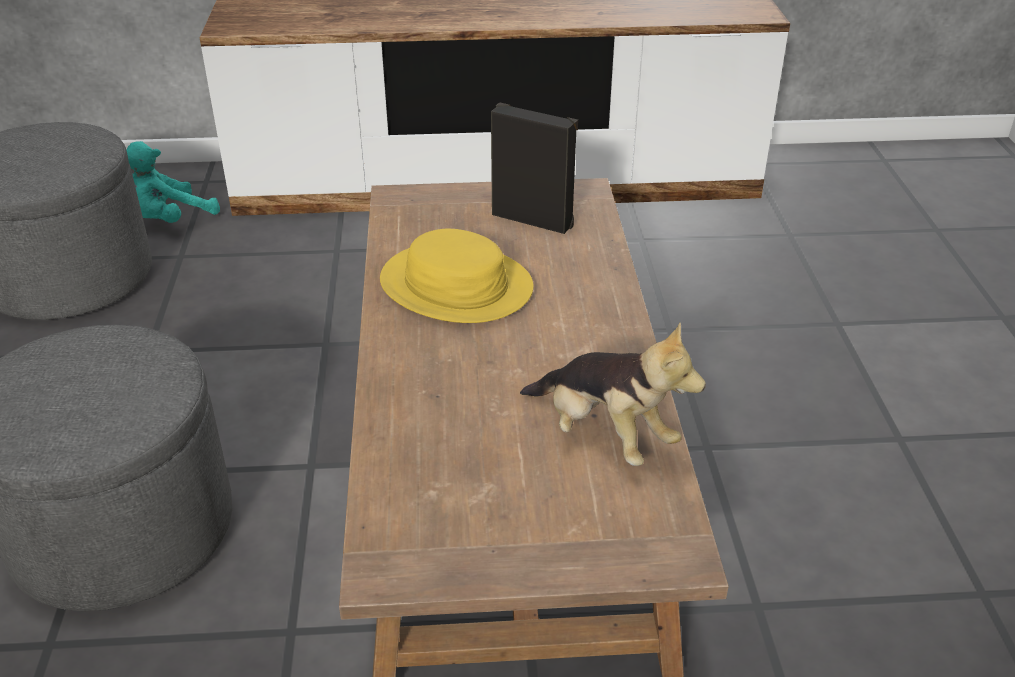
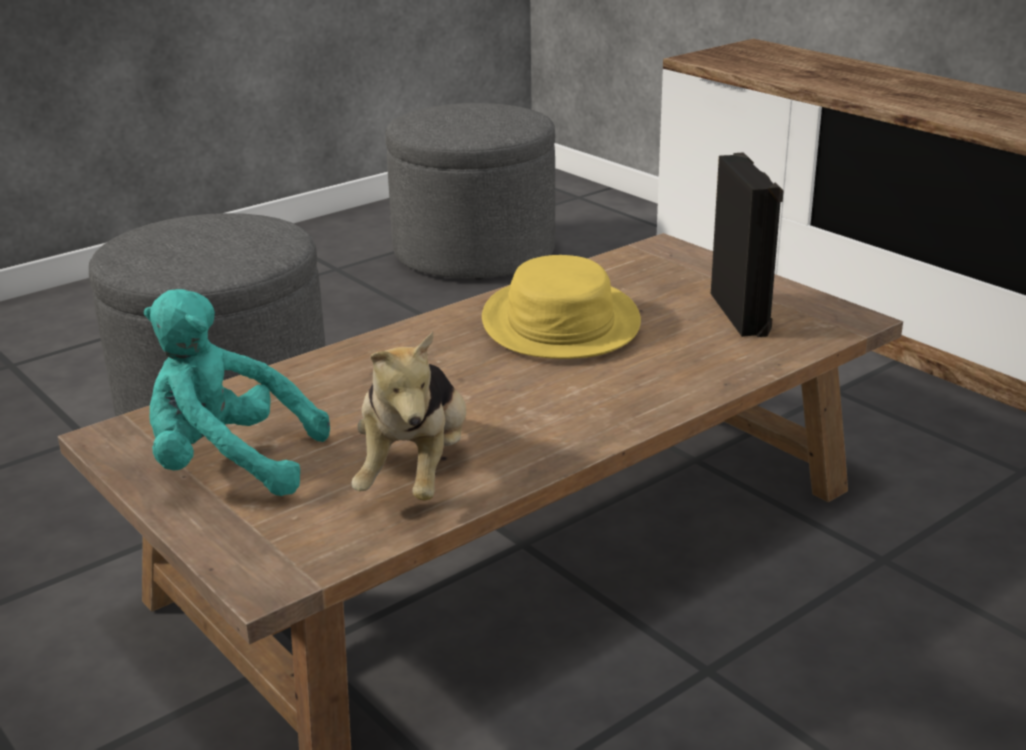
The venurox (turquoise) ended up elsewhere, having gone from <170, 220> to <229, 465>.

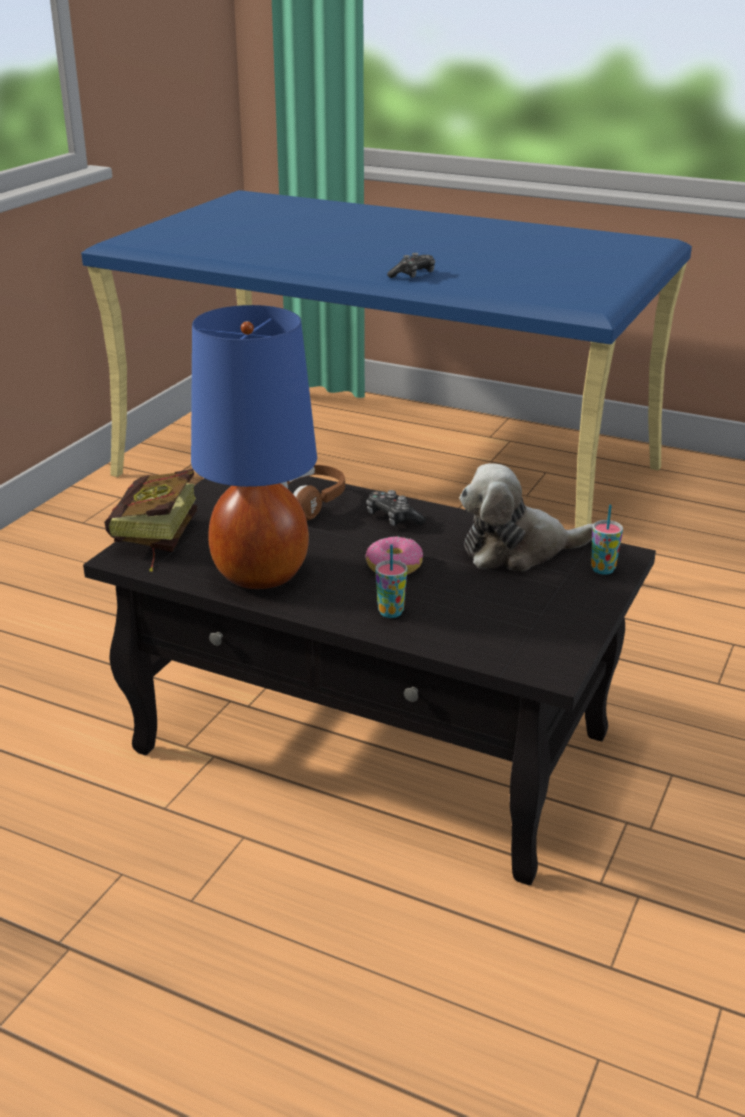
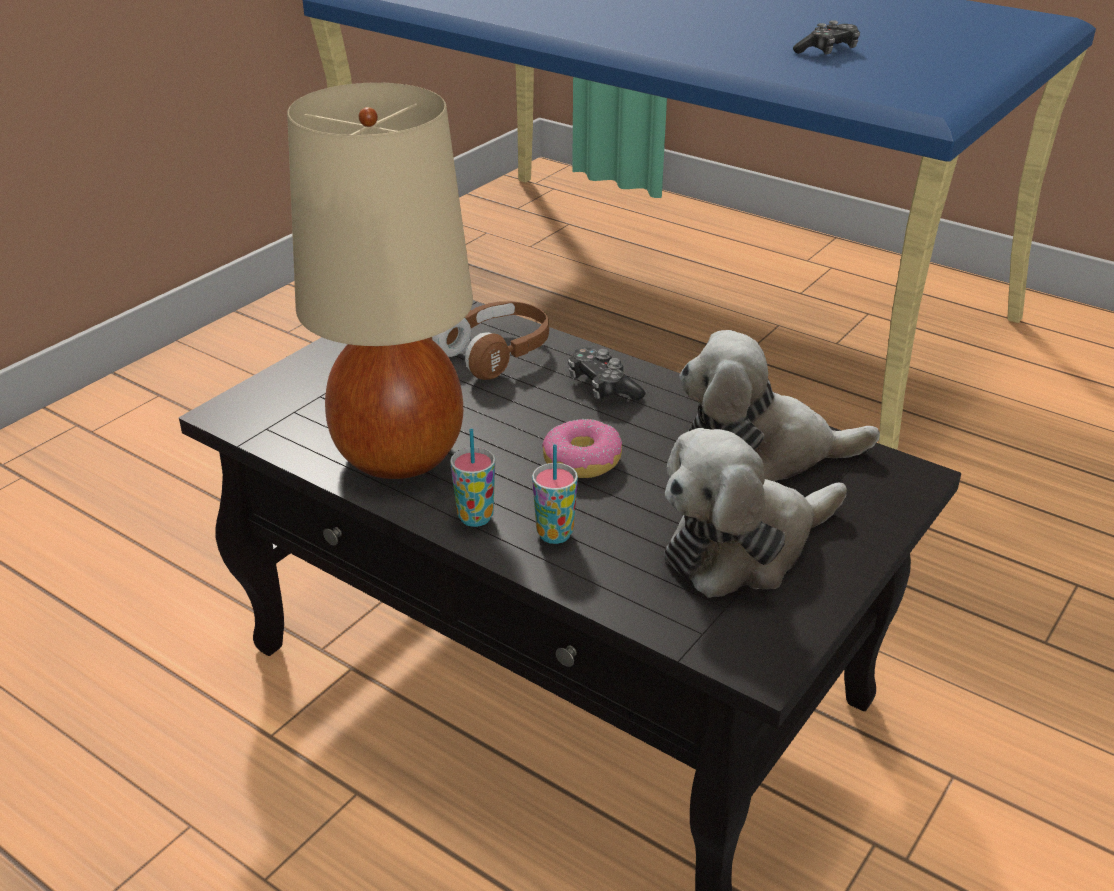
The second view lost the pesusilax at <152, 542>.
What was the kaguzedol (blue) at <259, 574> turned into the kaguzedol (beige) at <398, 454>.
The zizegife ended up elsewhere, having gone from <413, 275> to <828, 51>.
The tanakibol ended up elsewhere, having gone from <603, 569> to <475, 518>.
The second view gained the venurox at <744, 548>.

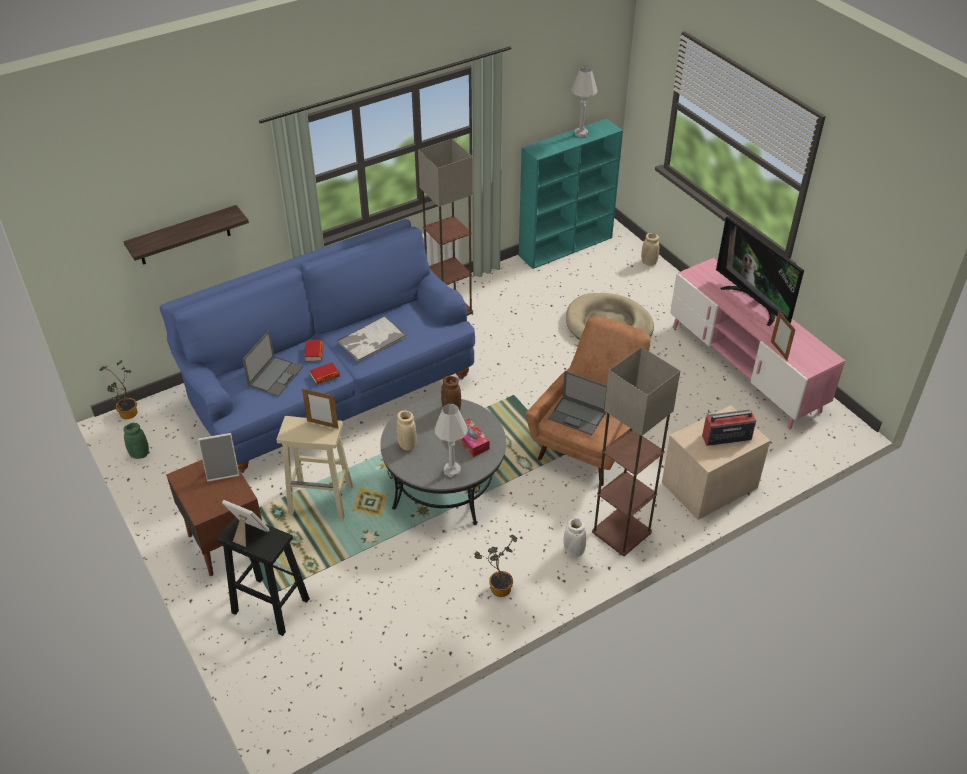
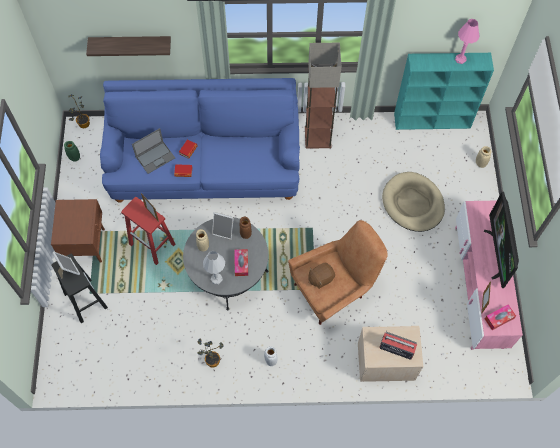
The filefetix ended up elsewhere, having gone from <223, 470> to <224, 230>.
What was the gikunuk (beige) at <322, 500> turned into the gikunuk (red) at <153, 244>.
The second view lost the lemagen at <371, 340>.
Where the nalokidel stood at <578, 416>, the venurox (brown) came to stand at <320, 278>.
What was the kaguzedol (white) at <581, 133> turned into the kaguzedol (pink) at <460, 59>.
The second view lost the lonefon at <621, 533>.
The second view gained the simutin at <499, 318>.

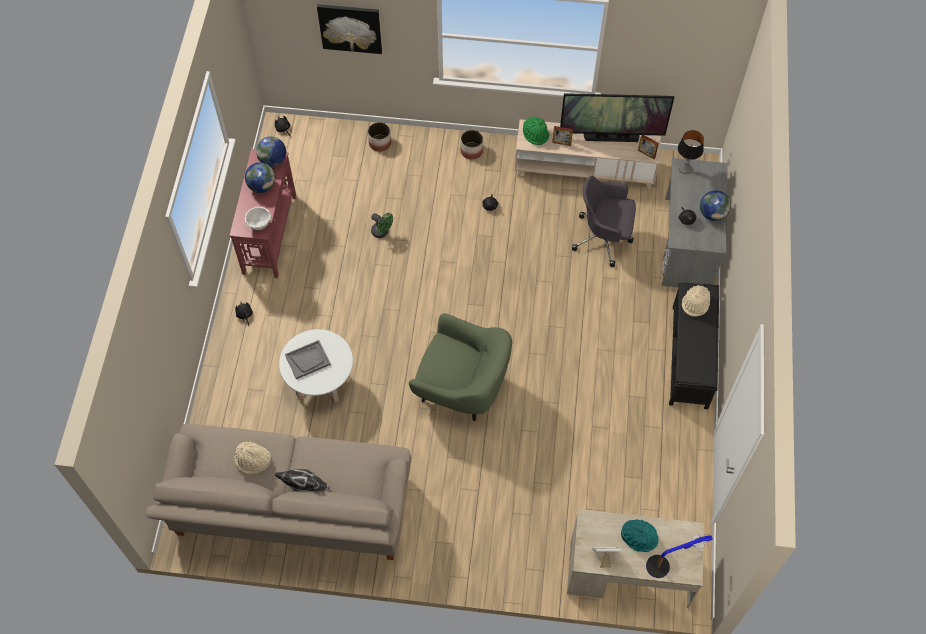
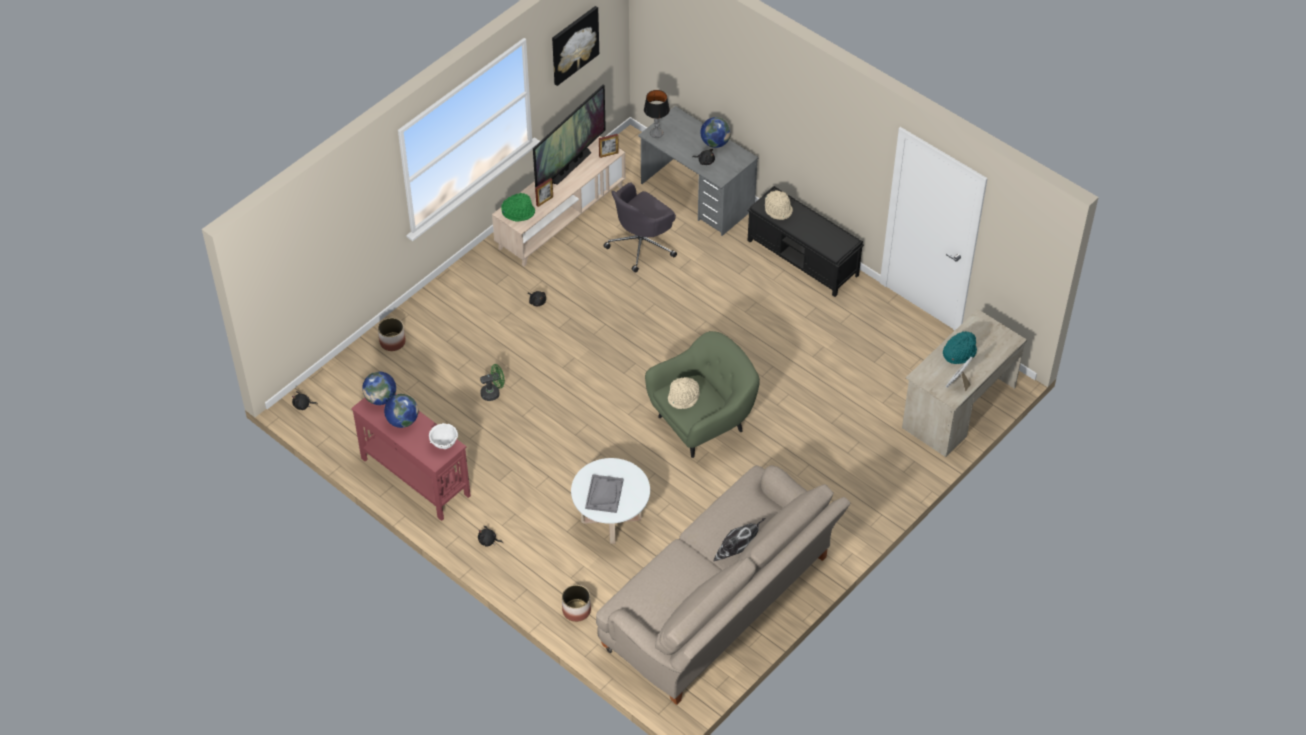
The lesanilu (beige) ended up elsewhere, having gone from <253, 461> to <683, 397>.
The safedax ended up elsewhere, having gone from <350, 27> to <574, 44>.
The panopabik ended up elsewhere, having gone from <471, 151> to <576, 610>.
The second view lost the kaguzedol at <669, 562>.

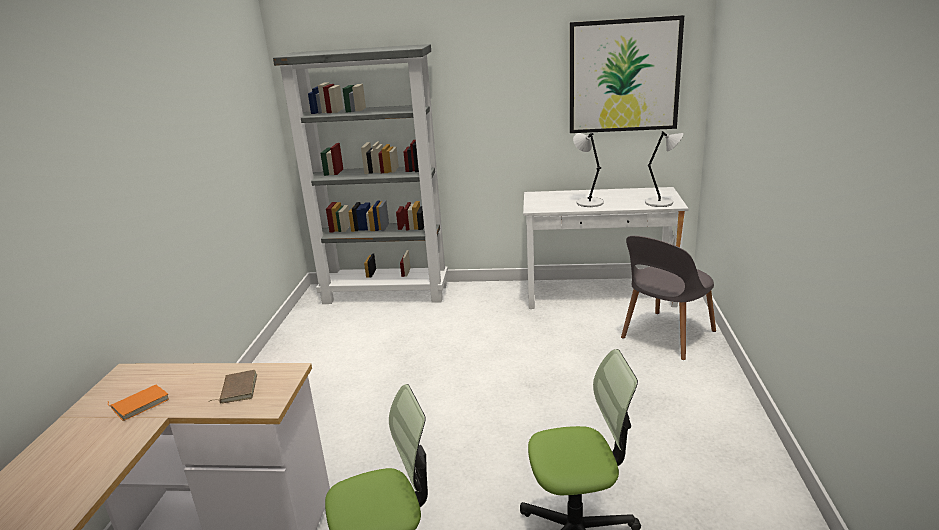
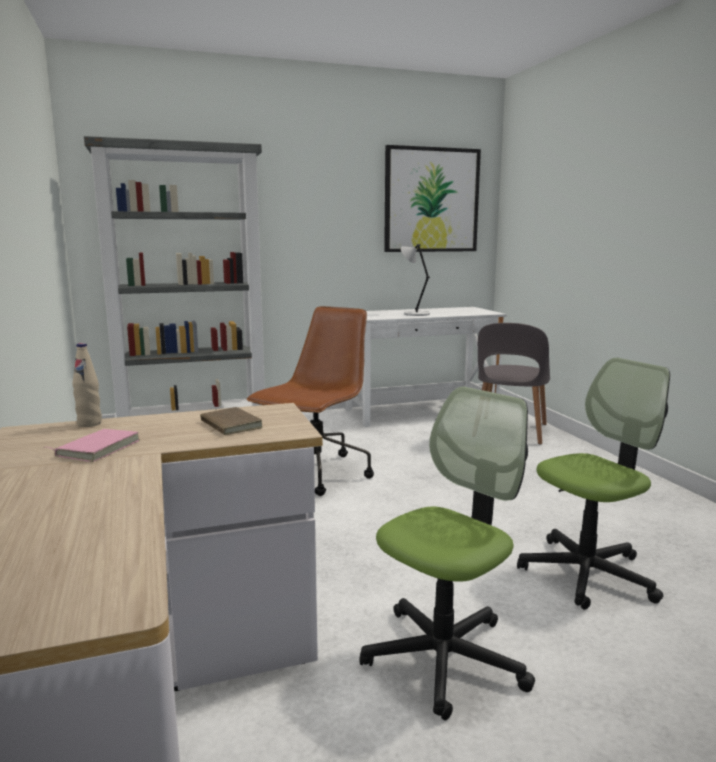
What was the pesusilax (orange) at <140, 404> turned into the pesusilax (pink) at <97, 448>.
The second view lost the kaguzedol (grey) at <660, 202>.
The second view gained the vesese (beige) at <89, 424>.
The second view gained the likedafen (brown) at <315, 474>.

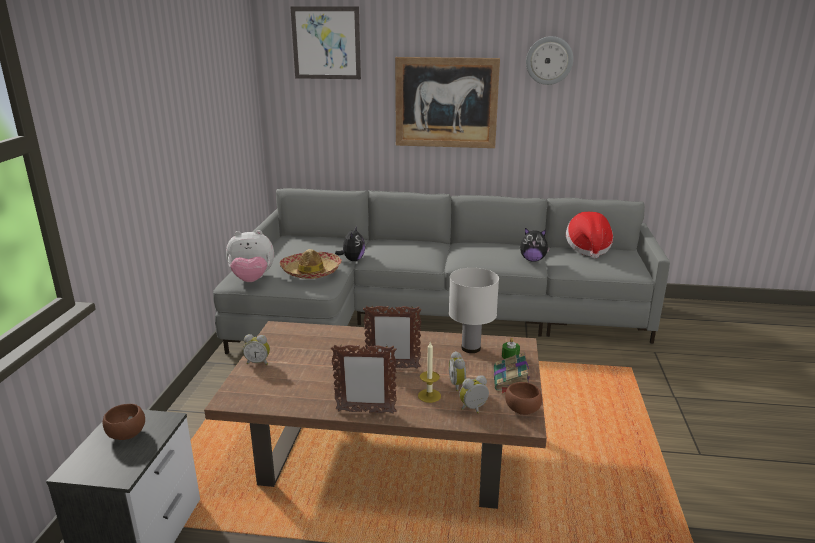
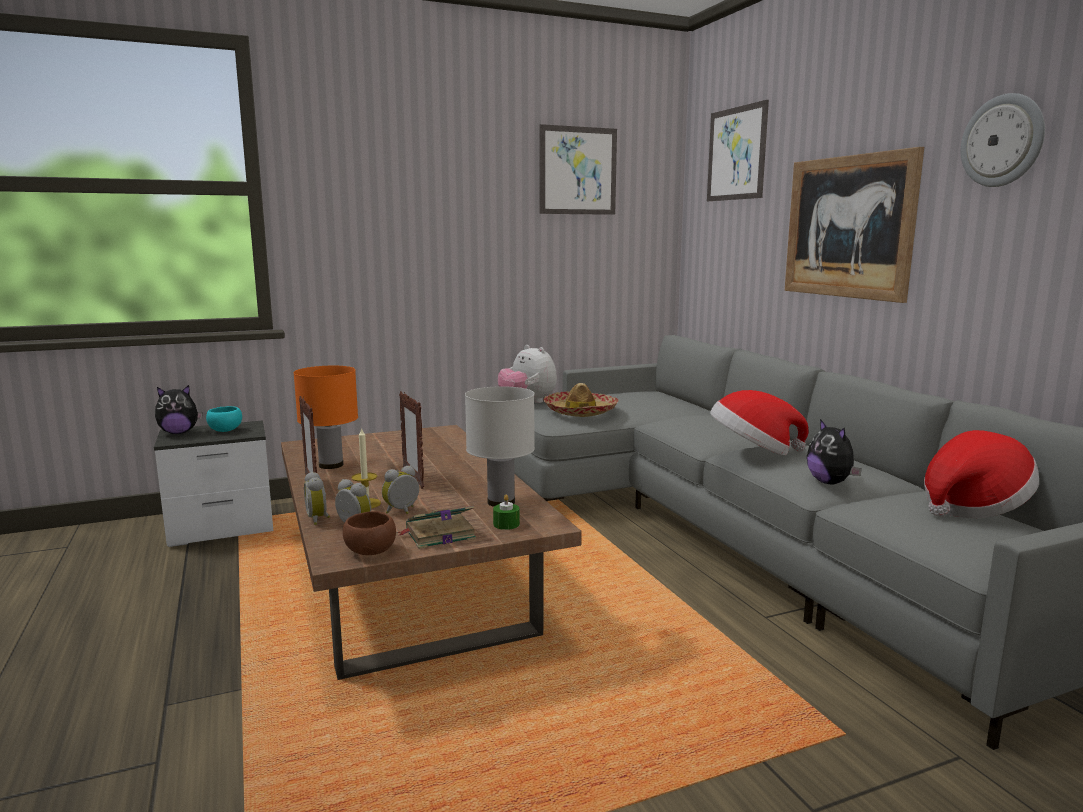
What was the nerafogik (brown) at <125, 434> turned into the nerafogik (turquoise) at <225, 430>.
The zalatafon ended up elsewhere, having gone from <258, 362> to <319, 519>.
The venurox ended up elsewhere, having gone from <352, 260> to <179, 433>.
The second view gained the kaguzedol (orange) at <331, 465>.
The second view gained the safedax at <578, 171>.
The second view gained the lesanilu at <753, 452>.

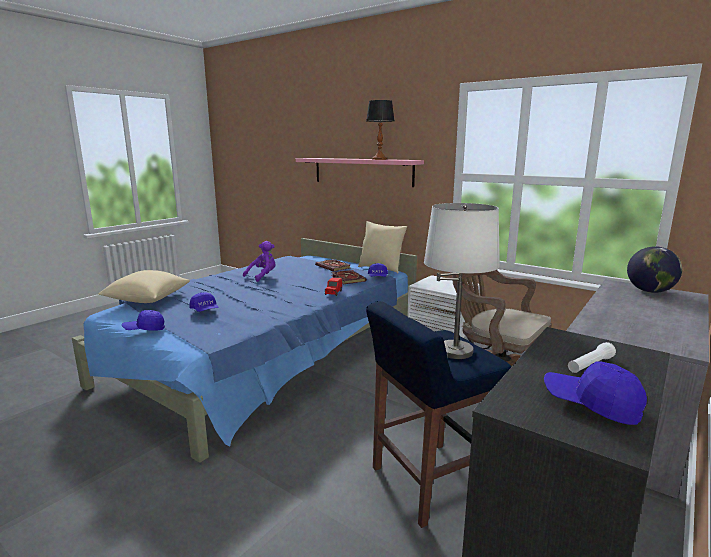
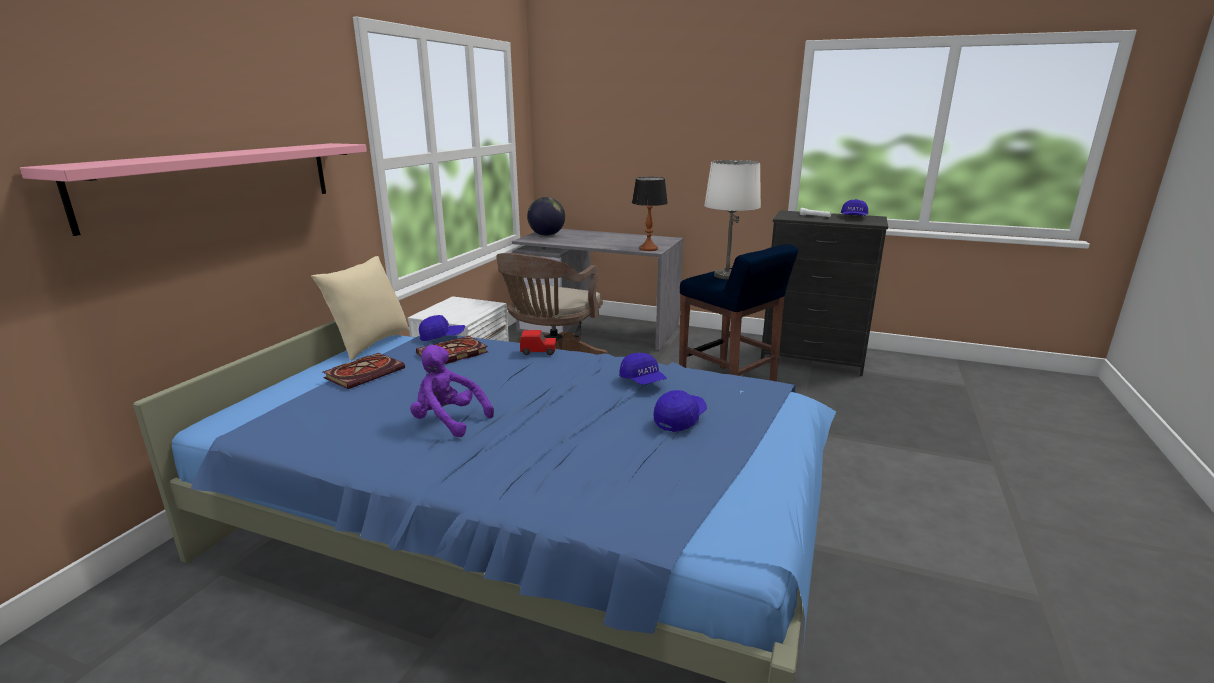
The second view lost the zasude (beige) at <147, 299>.
The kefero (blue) ended up elsewhere, having gone from <144, 329> to <643, 381>.
The kaguzedol ended up elsewhere, having gone from <379, 159> to <648, 249>.

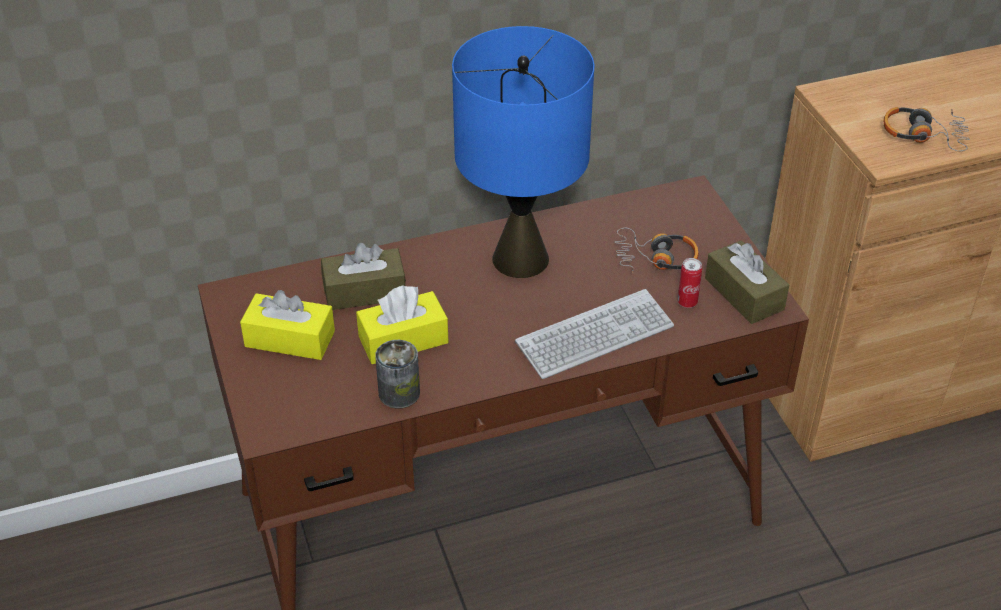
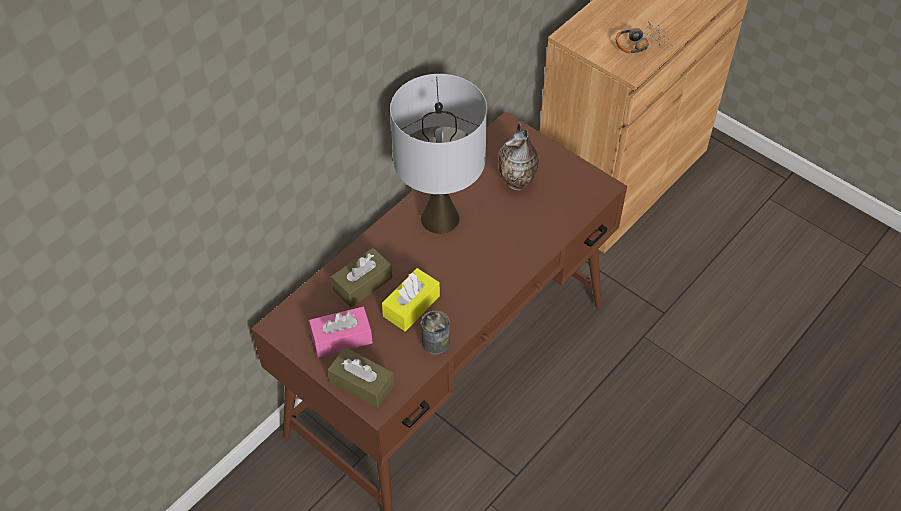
What was the simutin (yellow) at <290, 339> turned into the simutin (pink) at <341, 338>.
What was the kaguzedol (blue) at <519, 259> turned into the kaguzedol (grey) at <439, 218>.
The second view lost the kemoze at <594, 336>.
Where the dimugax stood at <655, 259>, the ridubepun came to stand at <518, 183>.
The second view lost the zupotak at <687, 302>.
The simutin (brown) ended up elsewhere, having gone from <744, 294> to <362, 383>.

